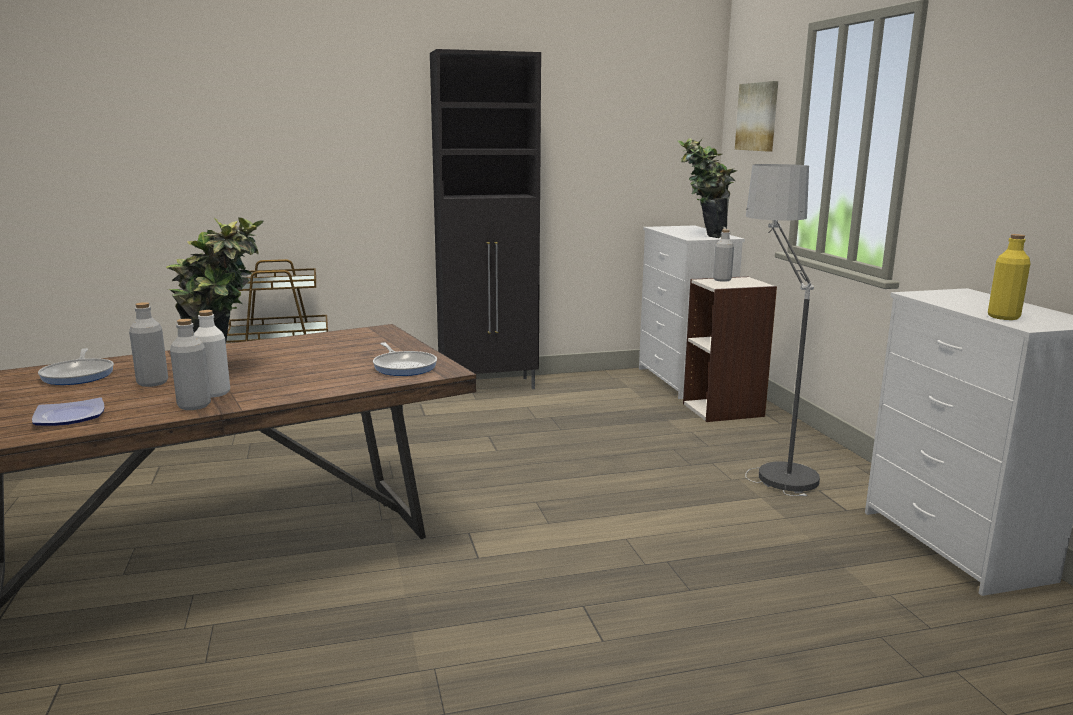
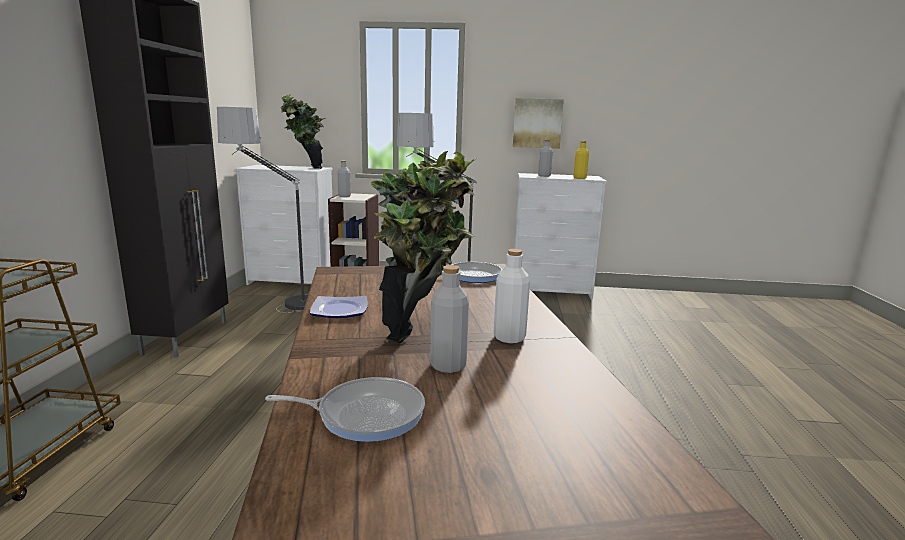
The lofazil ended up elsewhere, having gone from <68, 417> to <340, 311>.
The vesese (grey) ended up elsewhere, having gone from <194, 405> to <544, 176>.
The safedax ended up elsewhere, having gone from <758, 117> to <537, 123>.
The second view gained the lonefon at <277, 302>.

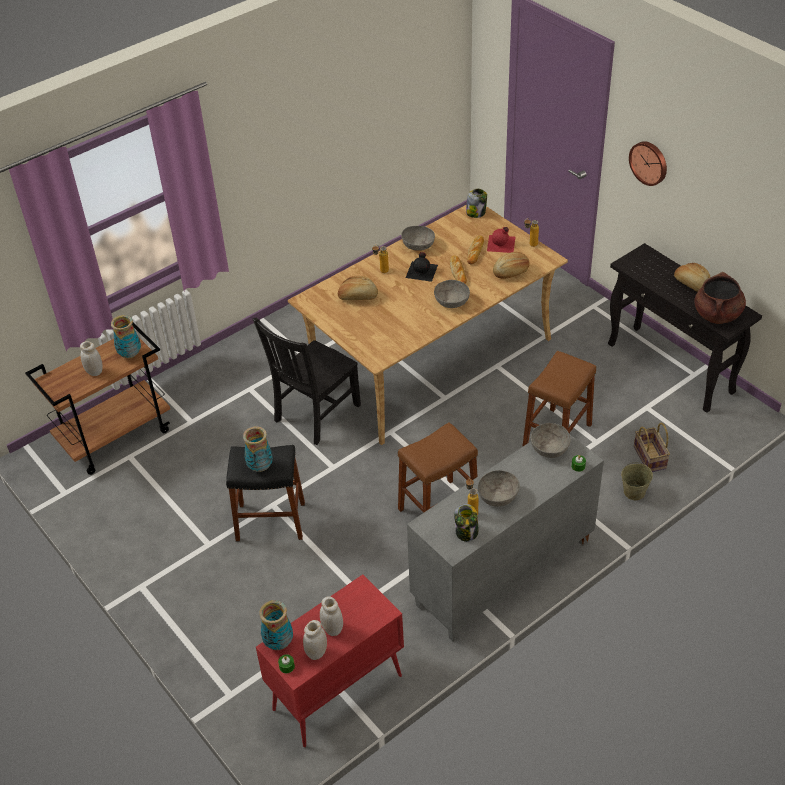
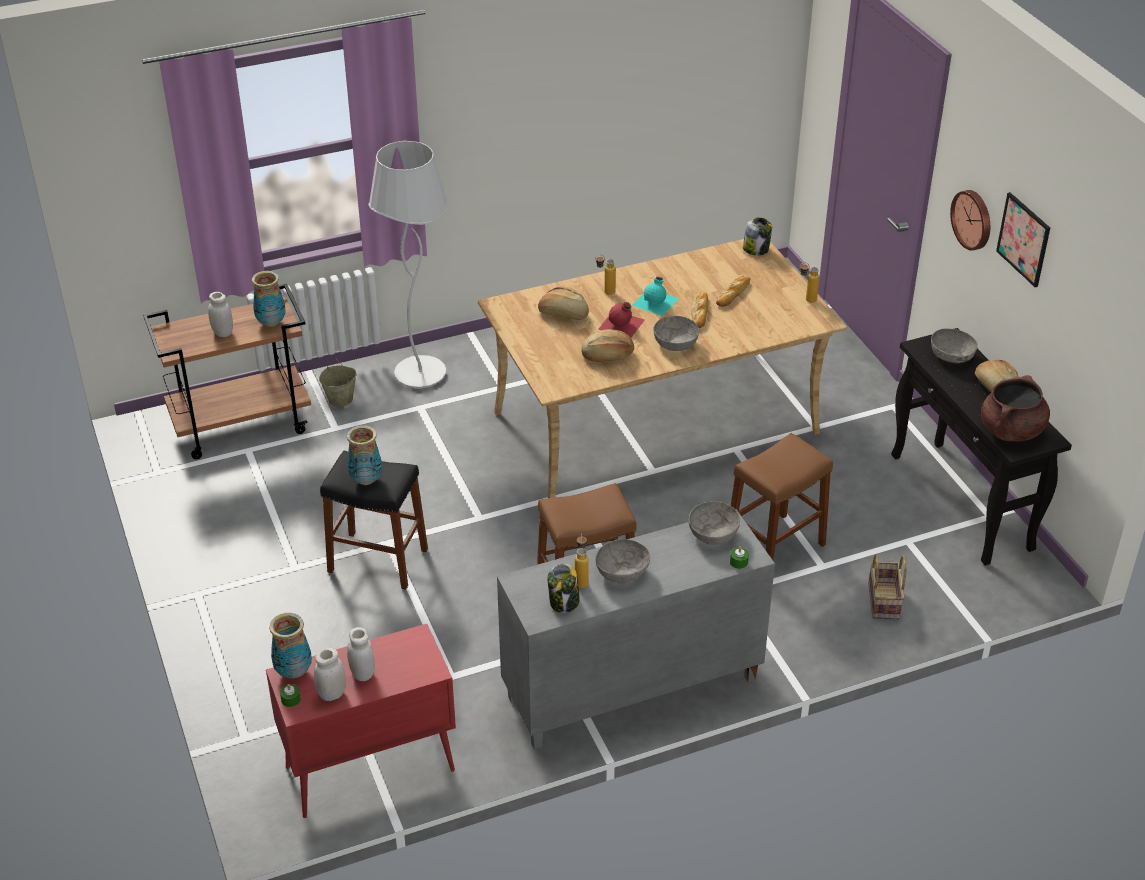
The second view lost the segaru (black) at <315, 414>.
The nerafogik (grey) ended up elsewhere, having gone from <418, 245> to <951, 356>.
What was the vesese (black) at <422, 271> turned into the vesese (turquoise) at <656, 301>.
The vesese (red) ended up elsewhere, having gone from <501, 244> to <621, 325>.
The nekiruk ended up elsewhere, having gone from <511, 272> to <607, 355>.
The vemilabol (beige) ended up elsewhere, having gone from <634, 492> to <341, 399>.
The second view gained the lonefon (white) at <420, 374>.
The second view gained the safedax at <1024, 239>.

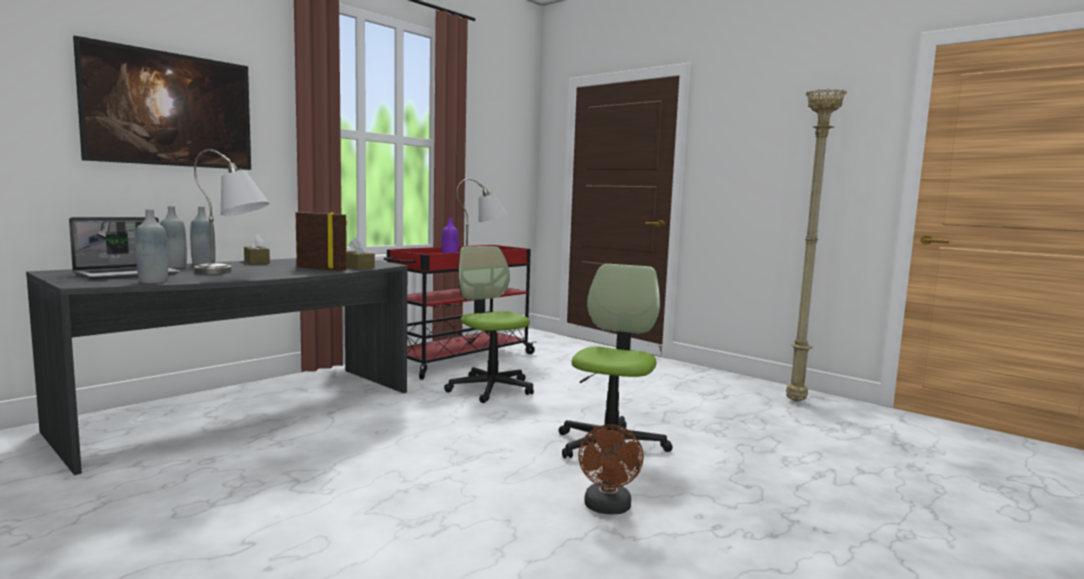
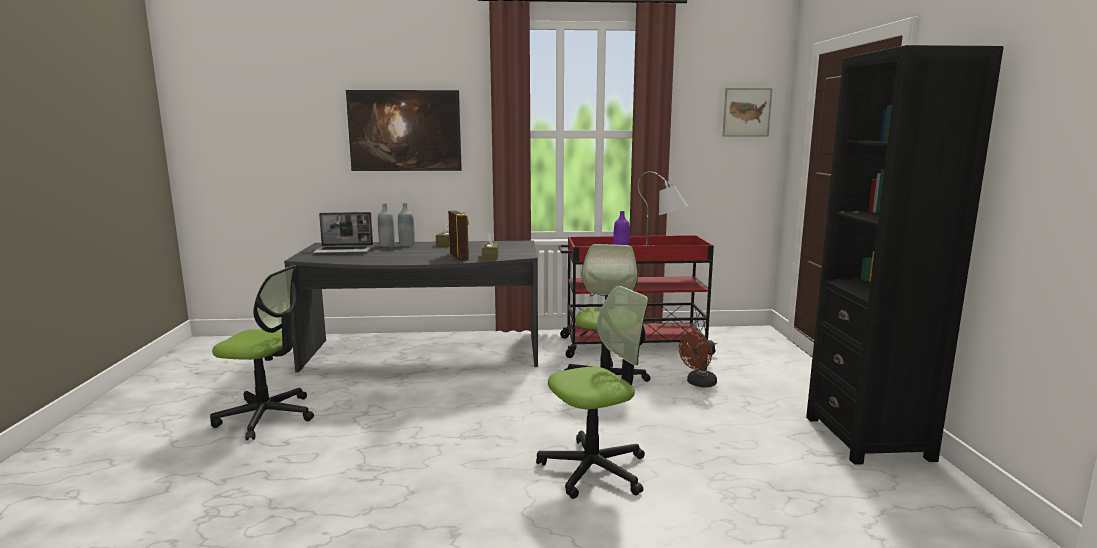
The second view lost the vesese (grey) at <153, 282>.
The second view lost the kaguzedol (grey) at <233, 273>.
The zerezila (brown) ended up elsewhere, having gone from <607, 508> to <698, 383>.
The second view lost the lonefon (beige) at <796, 401>.
The second view gained the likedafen at <267, 416>.
The second view gained the safedax at <746, 112>.
The second view gained the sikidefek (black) at <868, 438>.

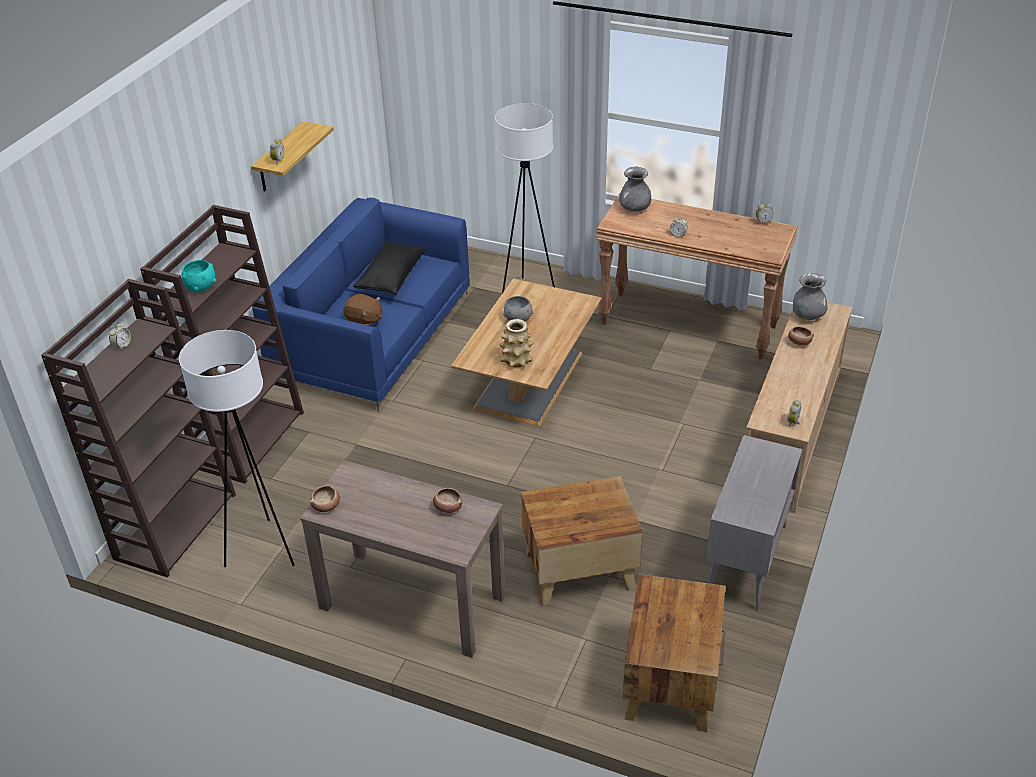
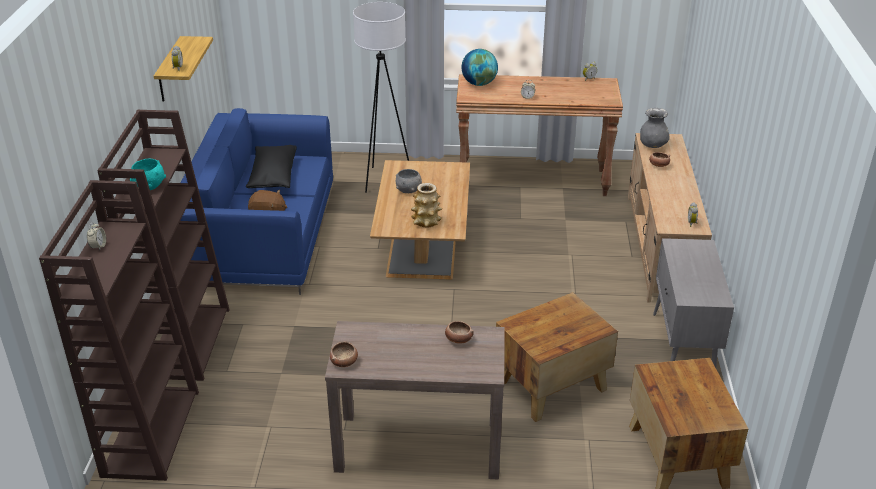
The second view lost the lonefon (white) at <263, 549>.
Where the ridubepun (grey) stood at <634, 208>, the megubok came to stand at <479, 83>.

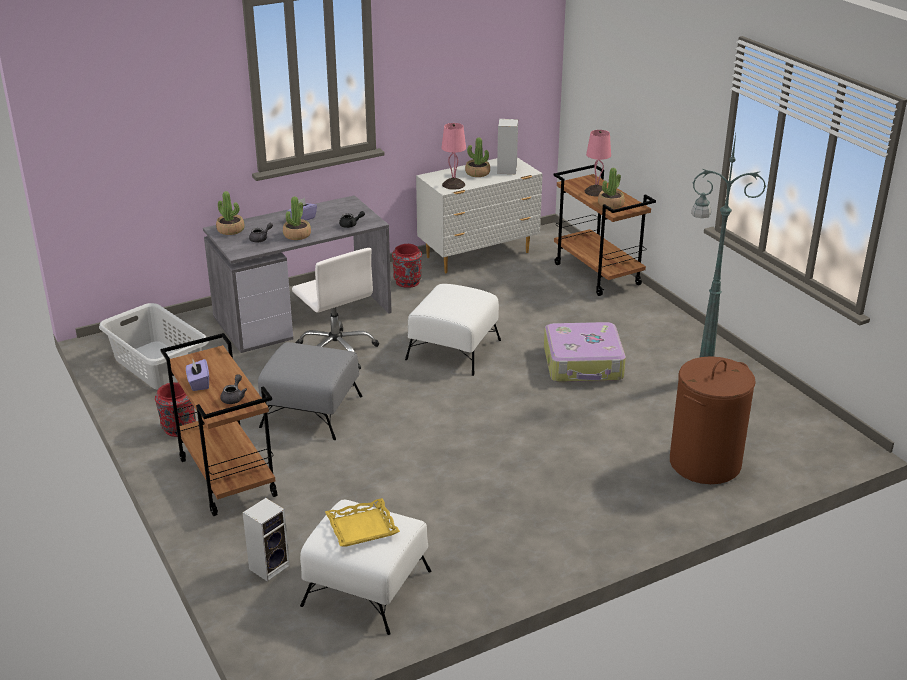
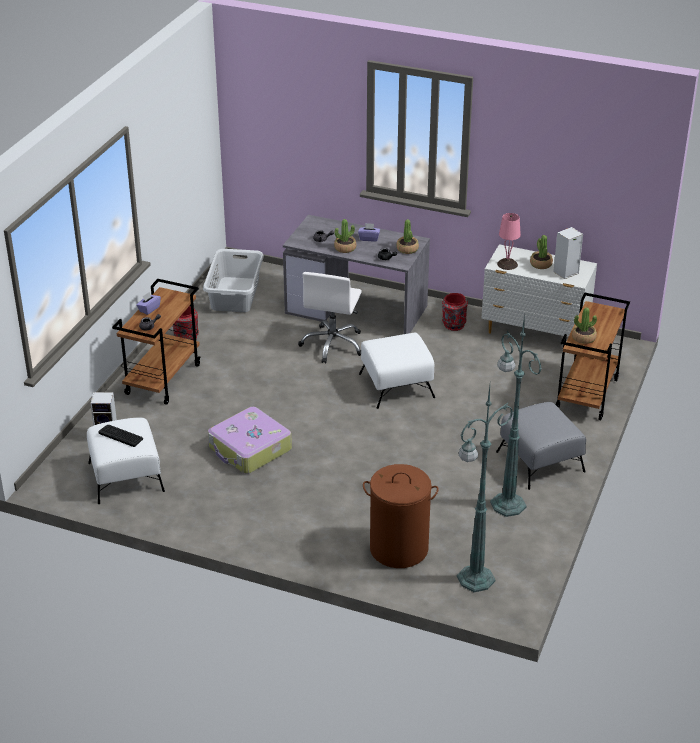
The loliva ended up elsewhere, having gone from <230, 230> to <407, 249>.
The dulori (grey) ended up elsewhere, having gone from <311, 411> to <540, 461>.
Where the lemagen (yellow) stood at <362, 528>, the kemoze came to stand at <121, 436>.
The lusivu ended up elsewhere, having gone from <583, 364> to <249, 449>.
The second view lost the kaguzedol (pink) at <596, 191>.
The second view gained the lonefon (green) at <474, 579>.

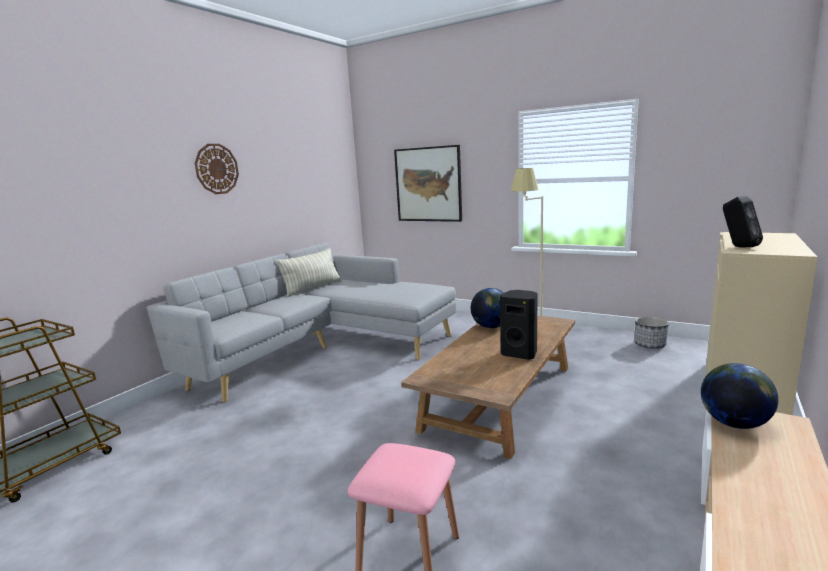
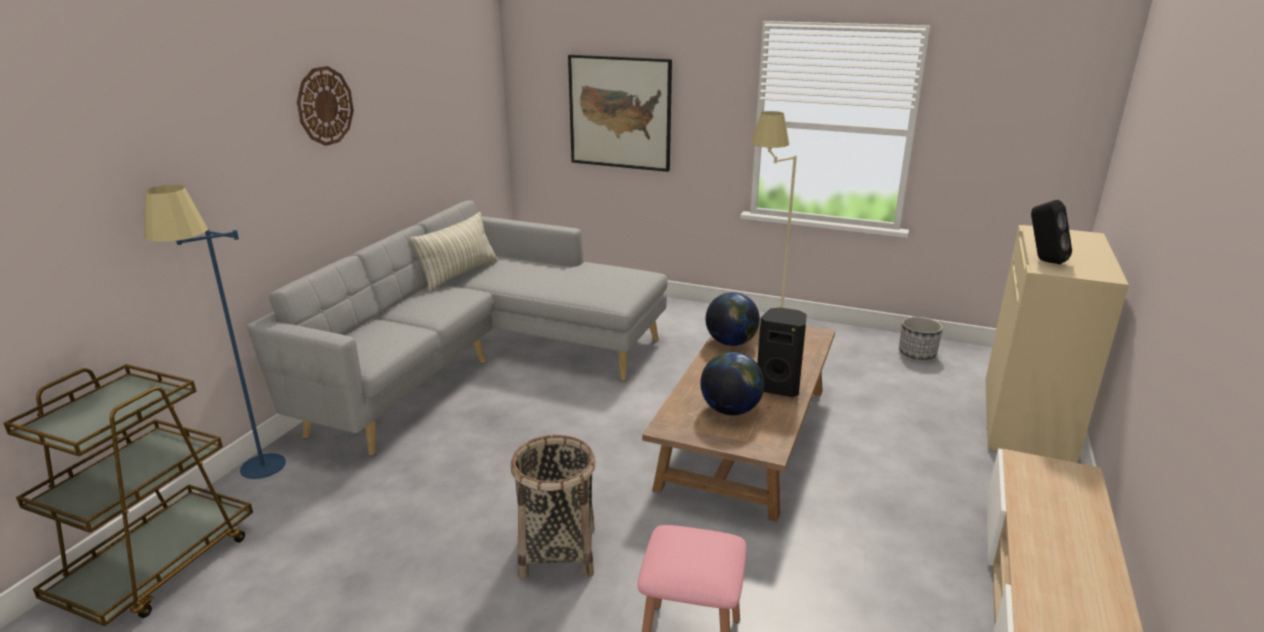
The megubok ended up elsewhere, having gone from <734, 423> to <730, 410>.
The second view gained the lonefon (blue) at <253, 478>.
The second view gained the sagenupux at <557, 552>.

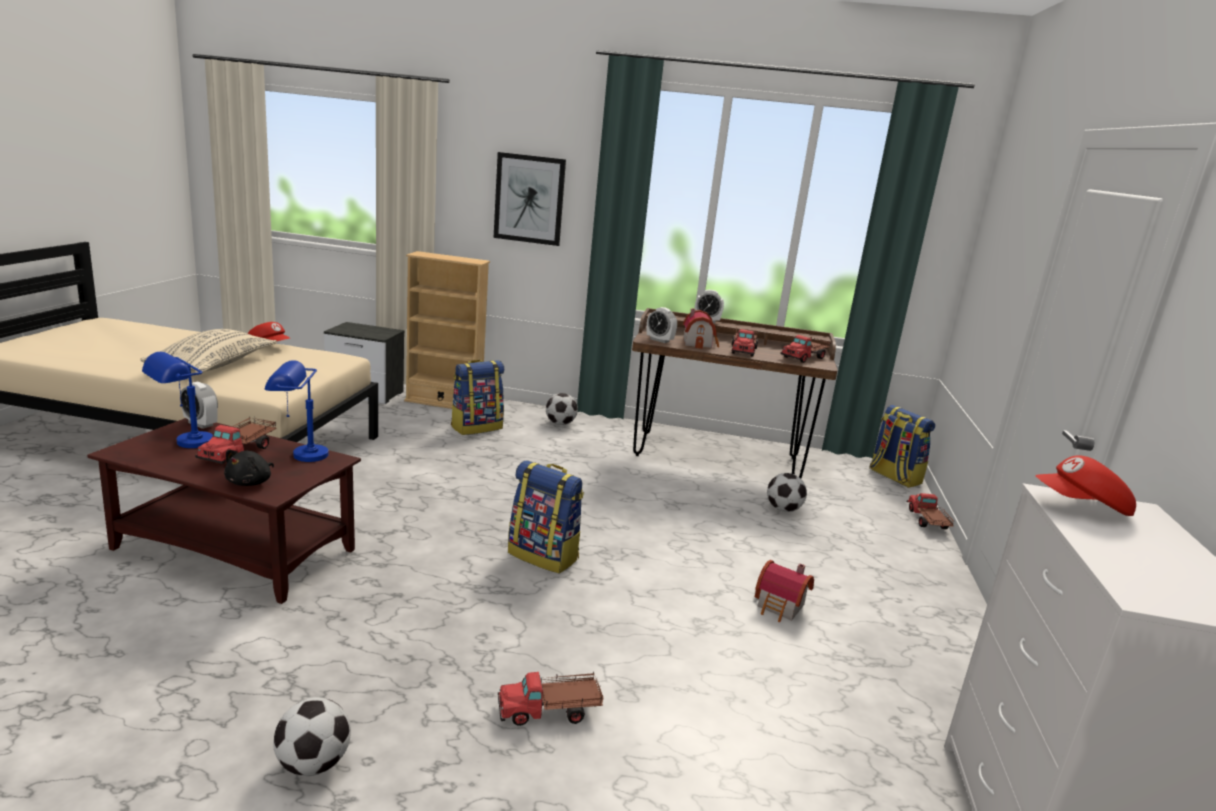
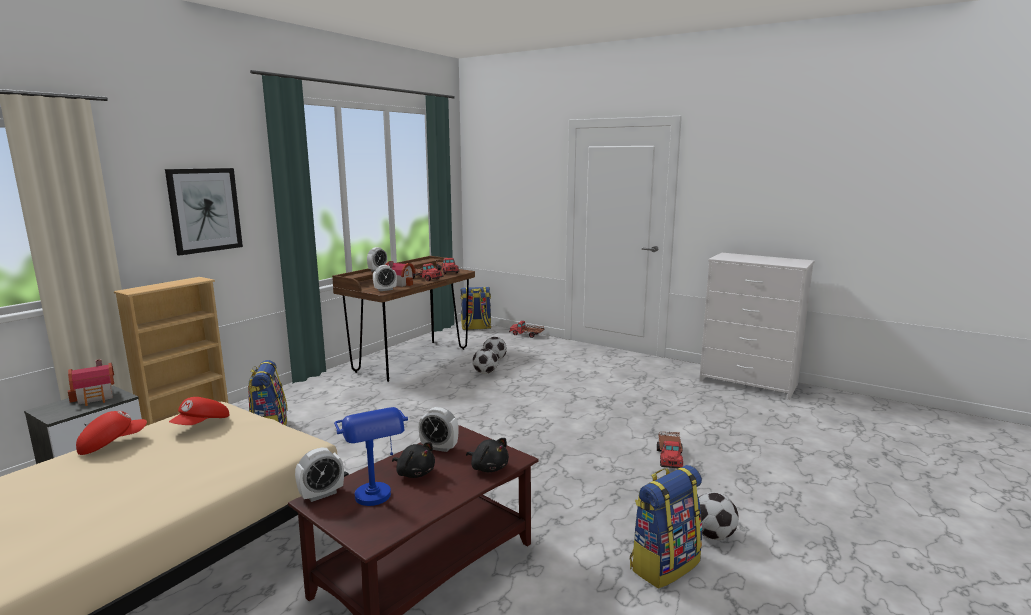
The second view lost the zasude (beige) at <214, 365>.
Where the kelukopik stood at <239, 451>, the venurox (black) came to stand at <414, 473>.
Where the kaguzedol (blue) stood at <298, 455>, the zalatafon came to stand at <439, 447>.
The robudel ended up elsewhere, having gone from <544, 556> to <664, 564>.
The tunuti ended up elsewhere, having gone from <560, 424> to <485, 373>.
The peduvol ended up elsewhere, having gone from <781, 607> to <97, 397>.
The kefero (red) ended up elsewhere, having gone from <1081, 507> to <202, 425>.

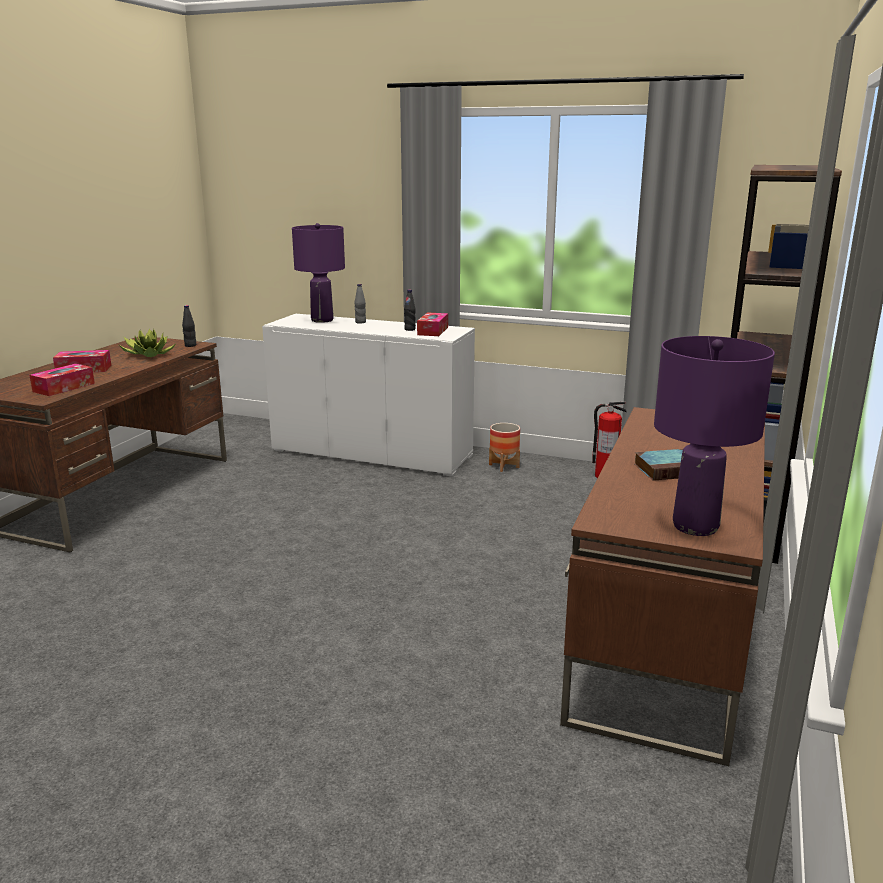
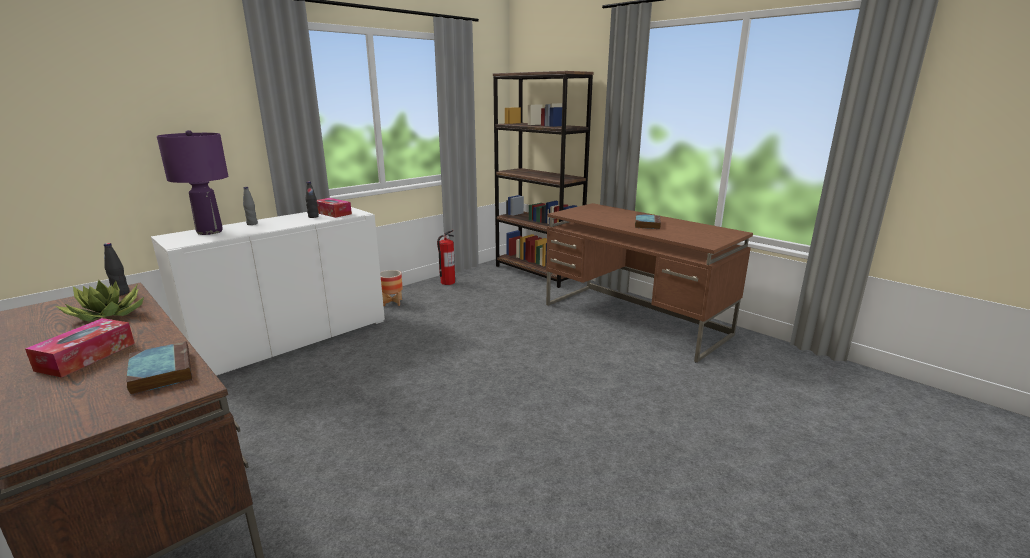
Where the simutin stood at <64, 387>, the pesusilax came to stand at <161, 372>.
The second view lost the kaguzedol (purple) at <695, 527>.

